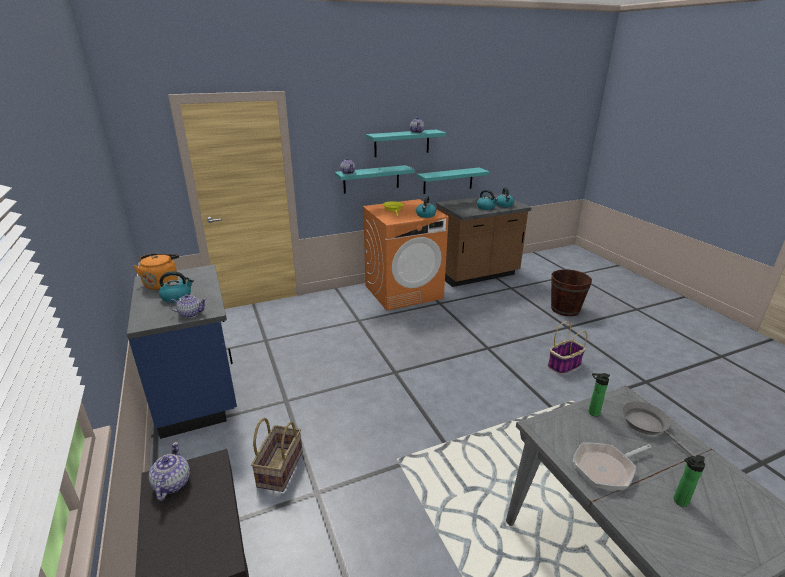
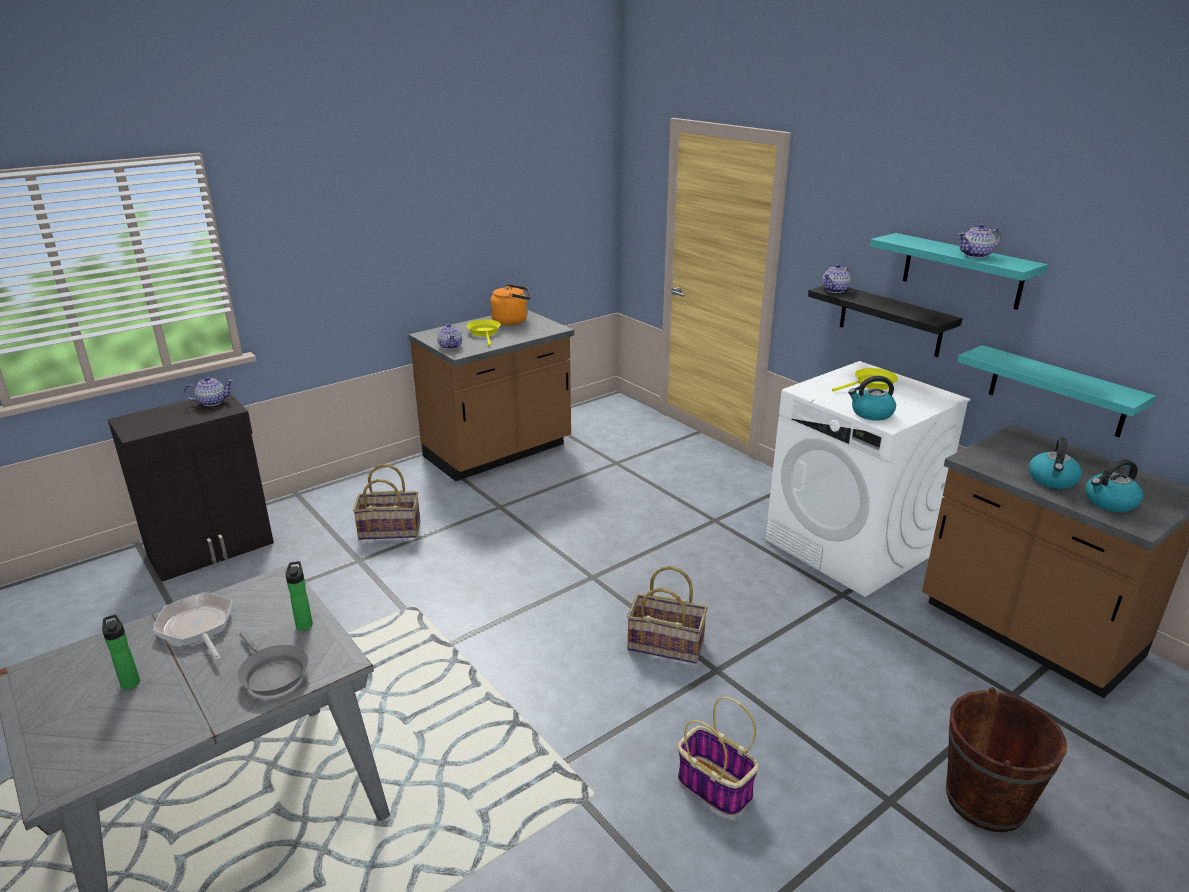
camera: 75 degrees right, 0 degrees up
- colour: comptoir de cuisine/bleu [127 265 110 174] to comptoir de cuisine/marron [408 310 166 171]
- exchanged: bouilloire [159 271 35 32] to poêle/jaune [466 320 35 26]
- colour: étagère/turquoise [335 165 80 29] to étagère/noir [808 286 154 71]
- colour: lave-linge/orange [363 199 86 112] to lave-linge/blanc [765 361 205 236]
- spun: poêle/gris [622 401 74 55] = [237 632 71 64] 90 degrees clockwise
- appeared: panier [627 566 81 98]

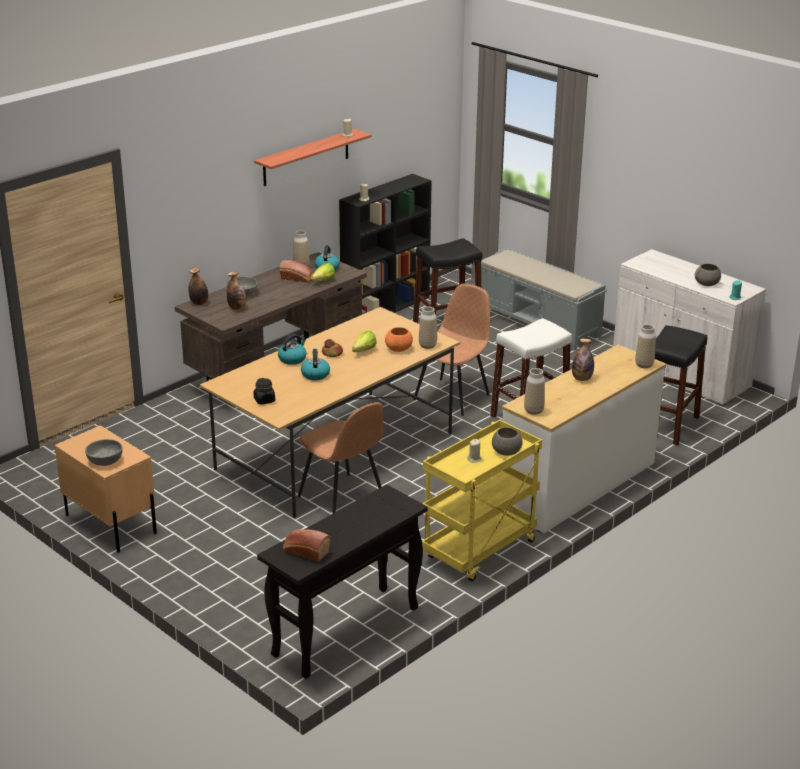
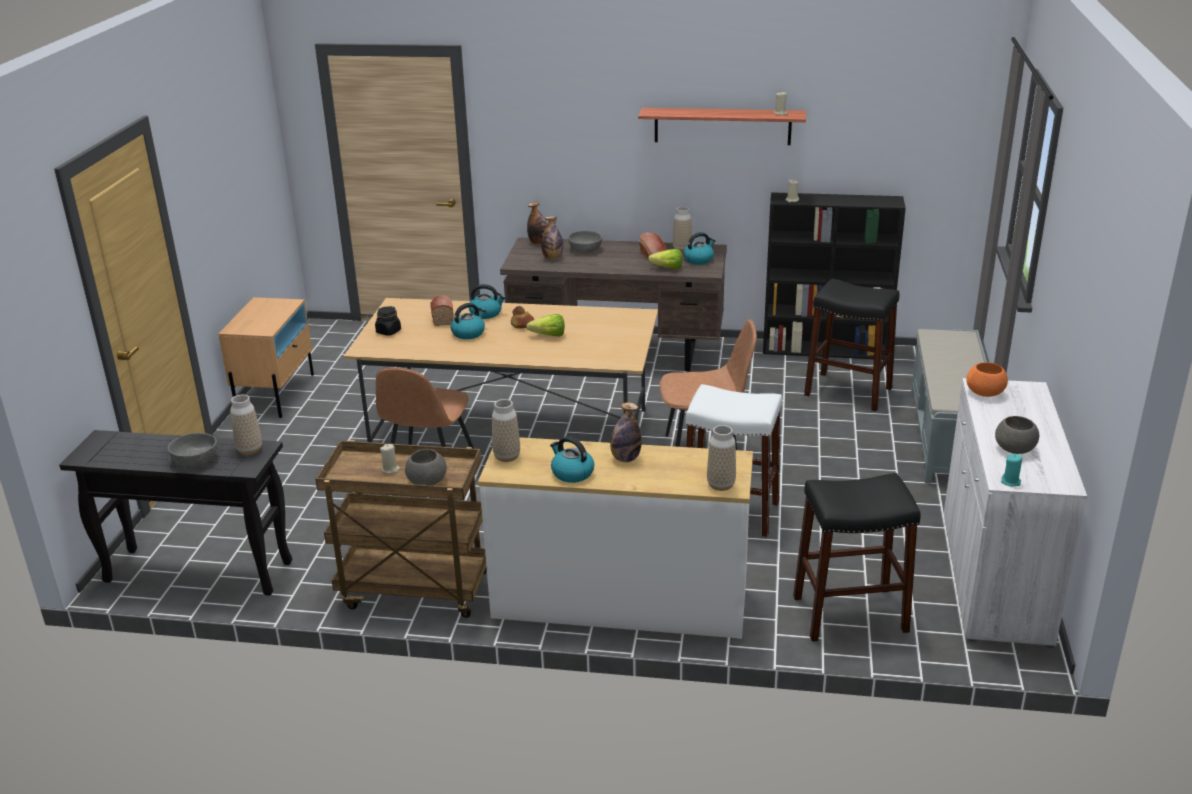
camera: 55 degrees right, 0 degrees up
- relocated: bol/gris [85 439 38 27] to [167 433 50 34]
- relocated: pain [283 529 47 33] to [430 295 24 31]
- relocated: bol/orange [385 327 28 25] to [966 362 42 35]
- relocated: vase [419 306 18 43] to [230 394 32 61]
- colour: chariot/jaune [422 420 120 161] to chariot/marron [315 440 172 178]
- appeared: bouilloire [550 436 44 47]

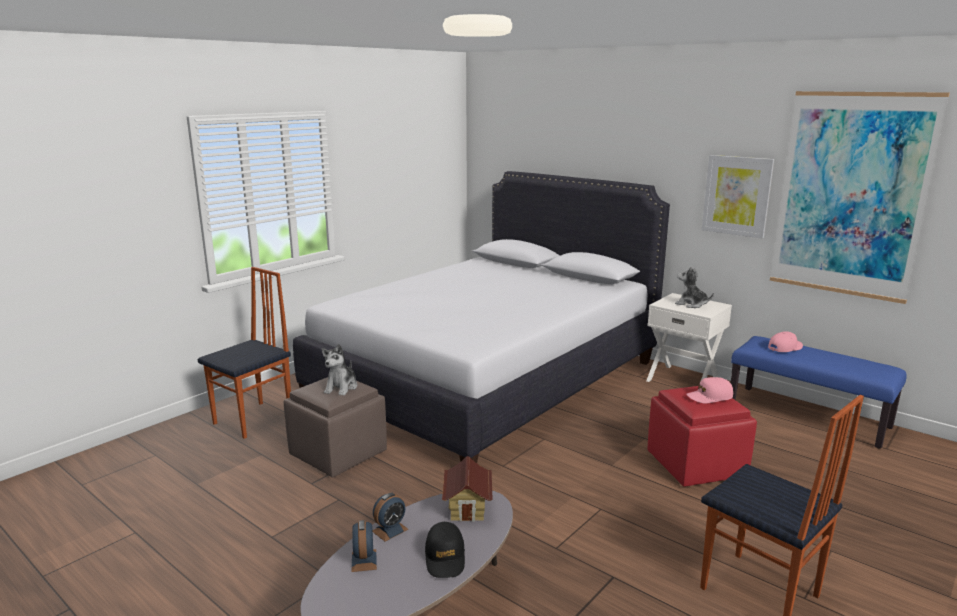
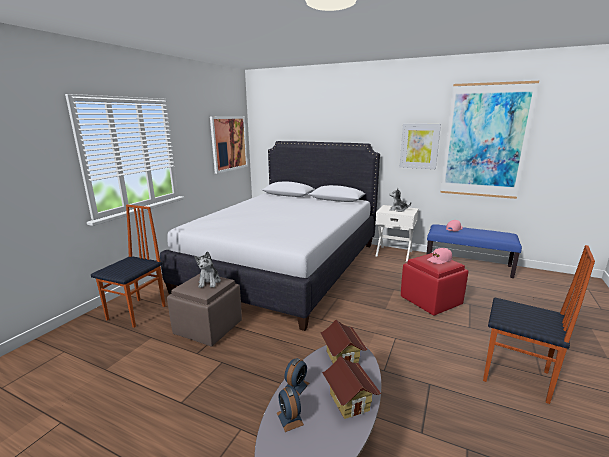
camera: 15 degrees left, 0 degrees up
- exchanged: casquette/noir [425 522 40 56] to maison miniature [322 356 59 63]
- appeared: tableau [210 116 38 58]

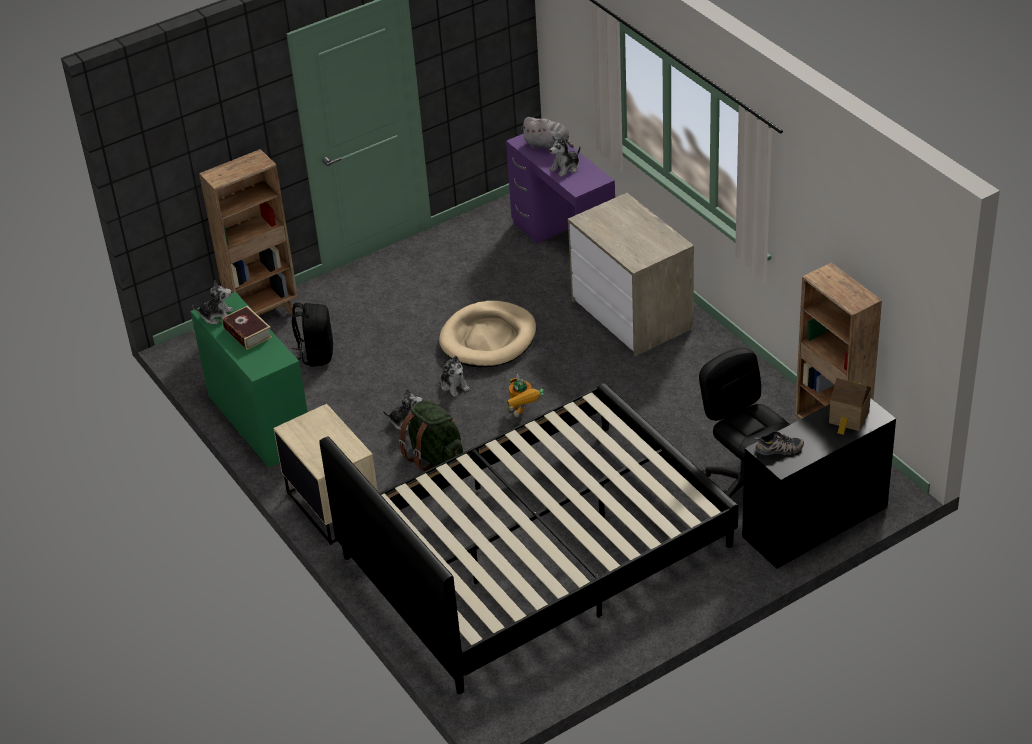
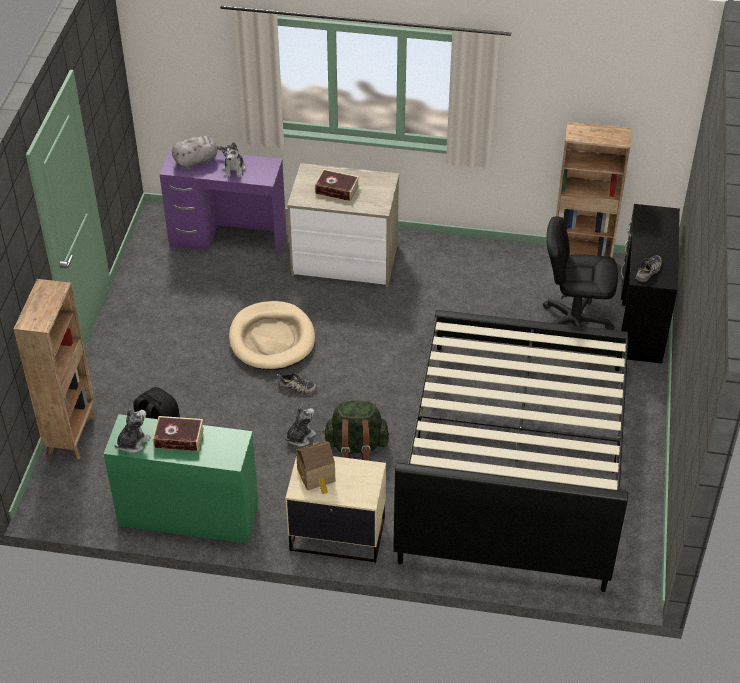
camera: 50 degrees left, 5 degrees up
- exchanged: peluche [441 355 29 42] to chaussure [276 373 41 22]
- missing: robot jouet [507 374 37 43]
- relocated: maison miniature [829 378 42 57] to [296 441 39 53]
- appeared: livre [315 169 44 32]

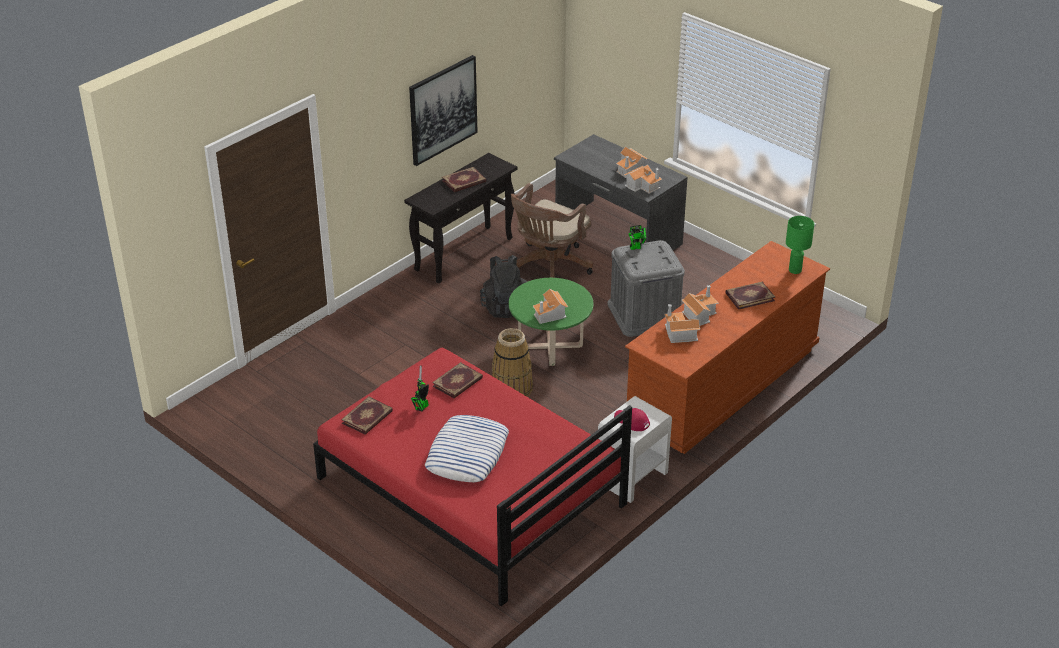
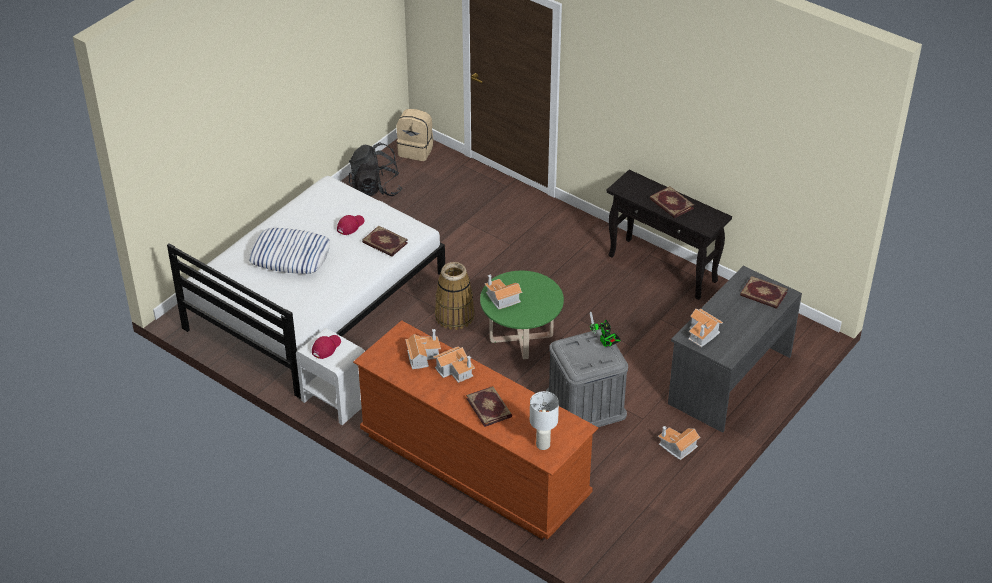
camera: 85 degrees right, 5 degrees up
- colour: lit/rouge [313 348 319 258] to lit/blanc [167 176 278 222]
- relocated: livre [341 396 52 39] to [740 276 48 33]
- missing: tableau [409 55 69 111]
- exchanged: robot jouet [411 365 18 46] to casquette/rouge [337 215 28 20]
- relocated: sac à dos/noir [480 255 47 63] to [349 142 53 54]
- missing: chaise de bureau/marron [511 183 82 95]
- relocated: maison miniature [616 146 32 32] to [658 426 43 34]
- colour: lampe de table/vert [786 216 28 58] to lampe de table/blanc [530 391 29 59]
- appeared: sac à dos/beige [396 109 37 52]

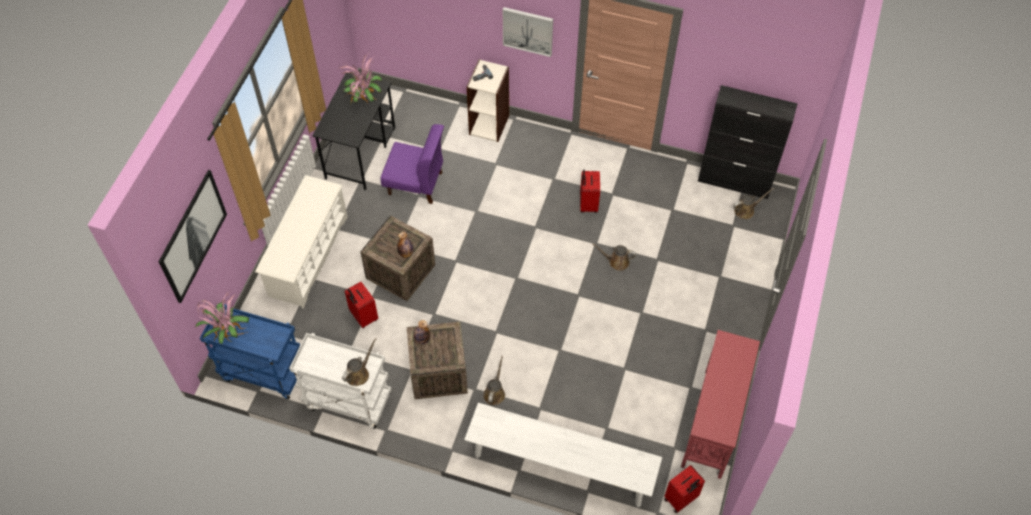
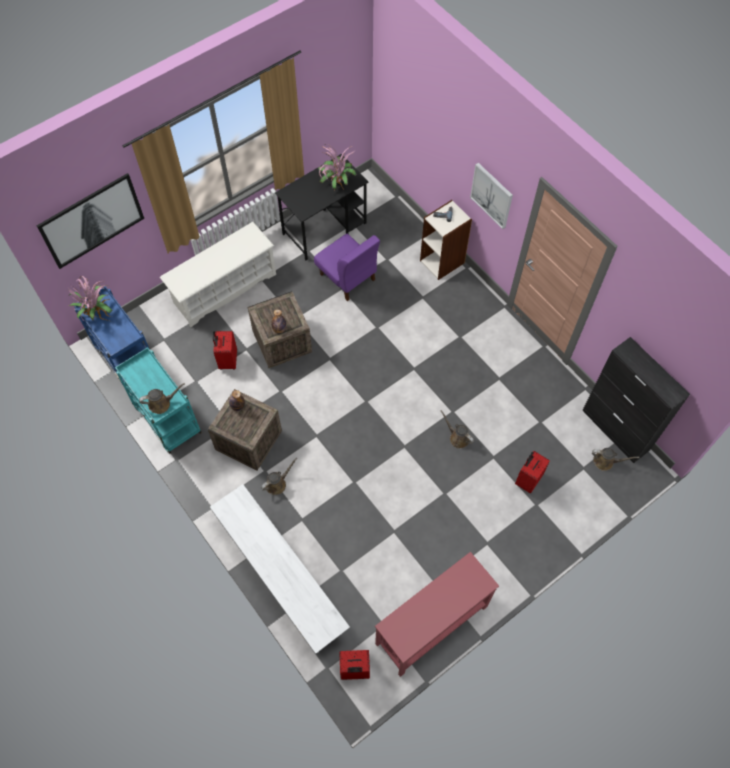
camera: 35 degrees right, 5 degrees up
- colour: chariot/blanc [289 333 102 96] to chariot/turquoise [115 347 87 107]
- relocated: valise/rouge [580 170 20 43] to [515 451 35 43]

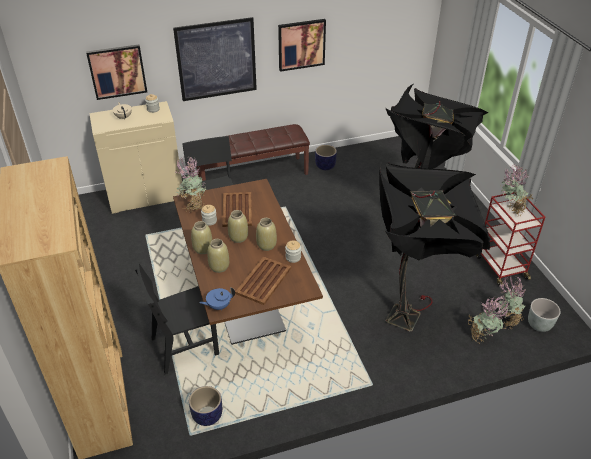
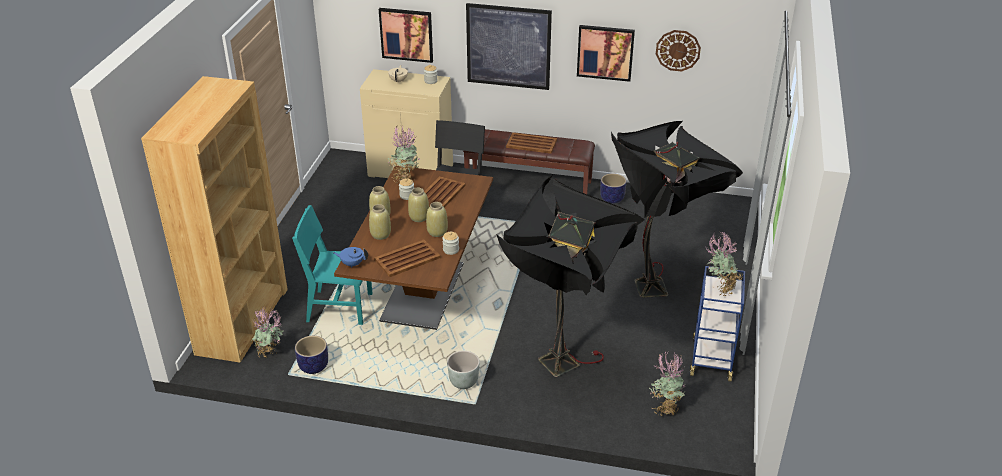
camera: 30 degrees right, 5 degrees down
- colour: chaise/noir [134 263 85 111] to chaise/turquoise [292 205 81 120]
- relocated: plante en pot [468 296 40 48] to [251 307 32 51]
- colour: chariot/rouge [476 192 69 94] to chariot/bleu [690 266 55 116]
- relocated: cache-pot/gris [528 298 33 34] to [447 351 33 38]
- appeared: plateau/marron [506 132 51 22]
- appeared: horloge murale [656 30 45 41]

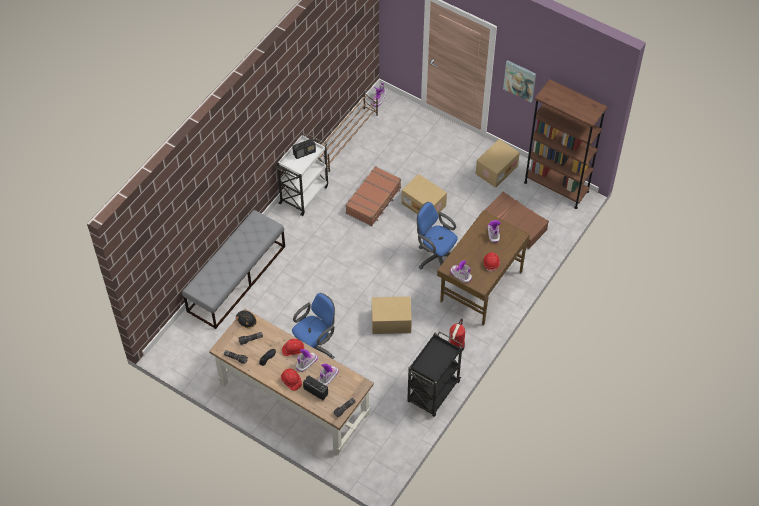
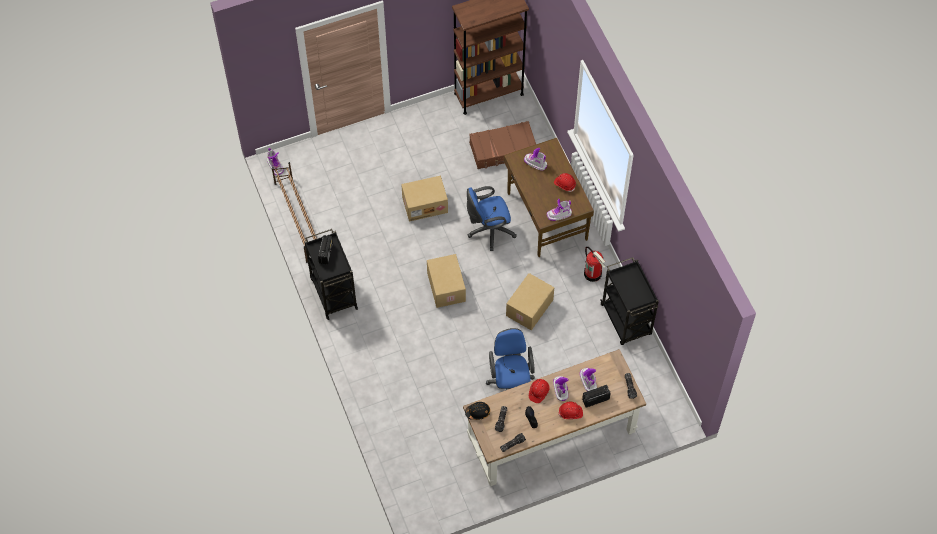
camera: 55 degrees left, 5 degrees up
- missing: banc/gris [182 210 103 119]
- colour: chariot/blanc [276 133 52 83] to chariot/noir [304 229 54 91]
- missing: valise/marron [345 166 56 60]
- relocated: carton [476 139 44 49] to [427 254 39 54]
- missing: tableau [503 60 33 42]

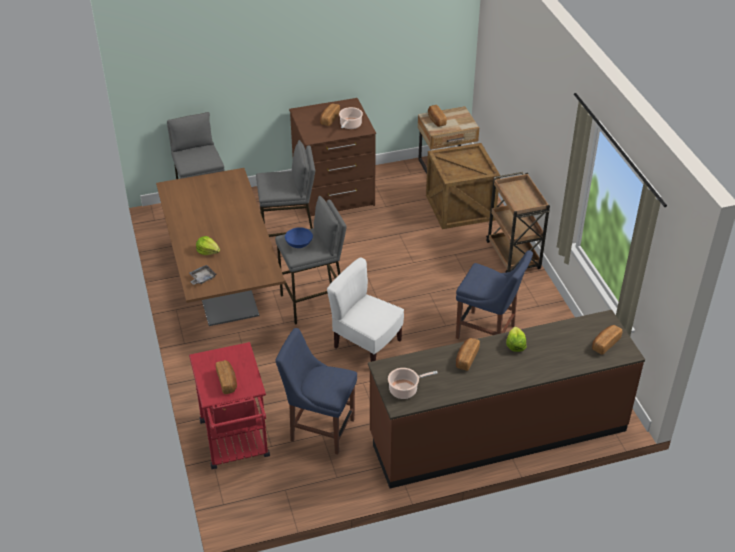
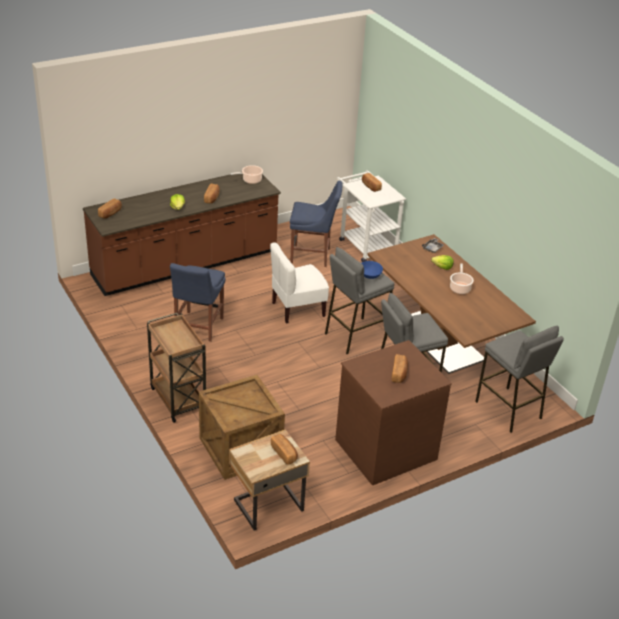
camera: 165 degrees right, 5 degrees down
- colour: chariot/rouge [189 342 81 127] to chariot/blanc [337 170 69 92]
- spun: chaise/blanc [327 258 77 104] = [270 242 59 81] 135 degrees clockwise
- relocated: marmite [339 107 24 22] to [450 263 24 31]
- spun: chaise/bleu [456 250 77 89] = [170 263 56 79] 90 degrees counterclockwise

